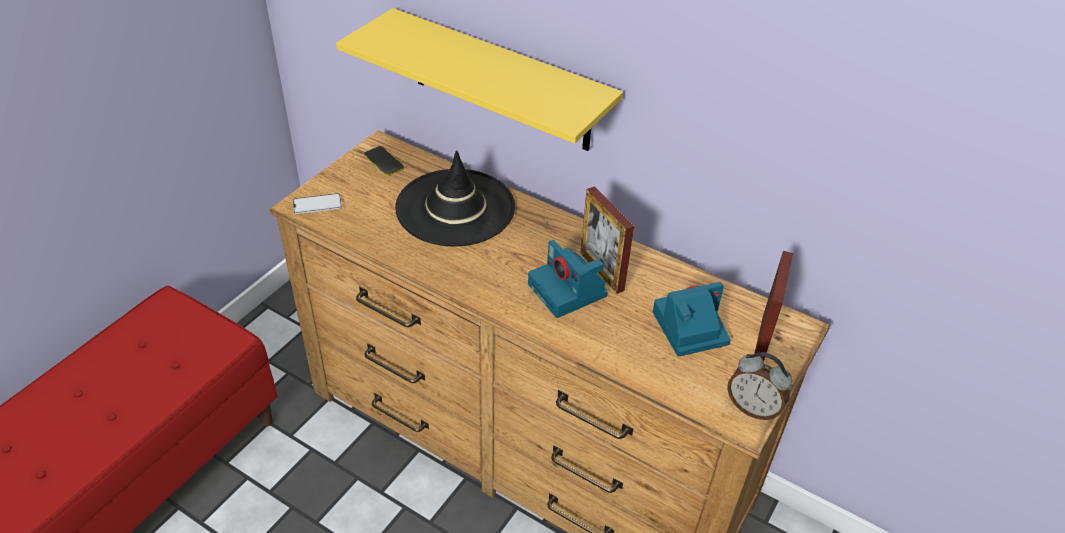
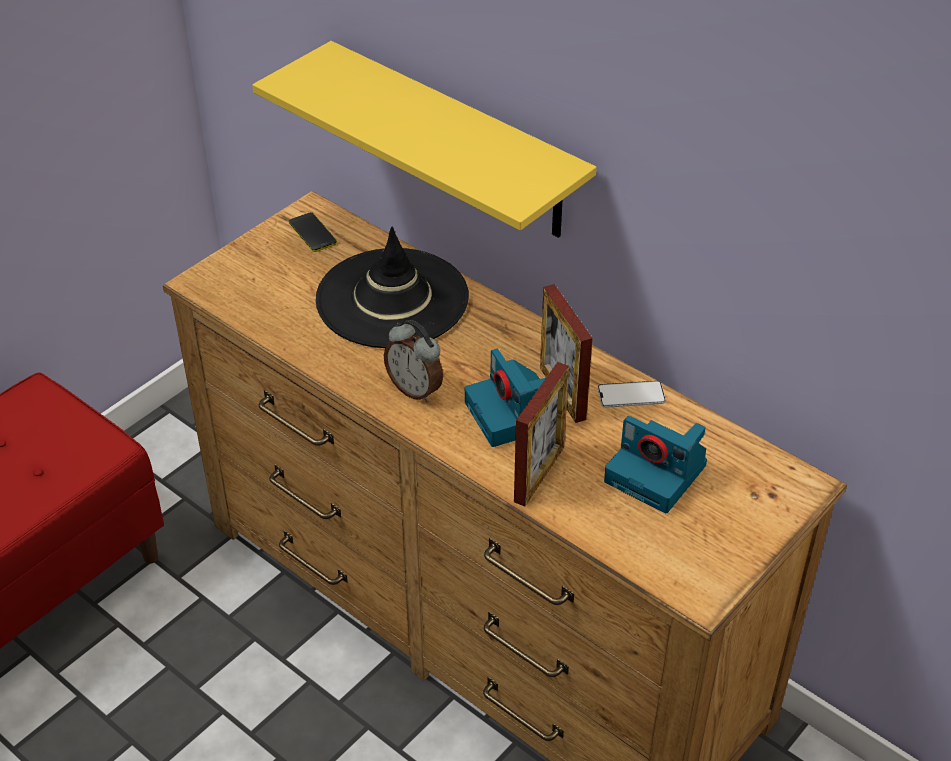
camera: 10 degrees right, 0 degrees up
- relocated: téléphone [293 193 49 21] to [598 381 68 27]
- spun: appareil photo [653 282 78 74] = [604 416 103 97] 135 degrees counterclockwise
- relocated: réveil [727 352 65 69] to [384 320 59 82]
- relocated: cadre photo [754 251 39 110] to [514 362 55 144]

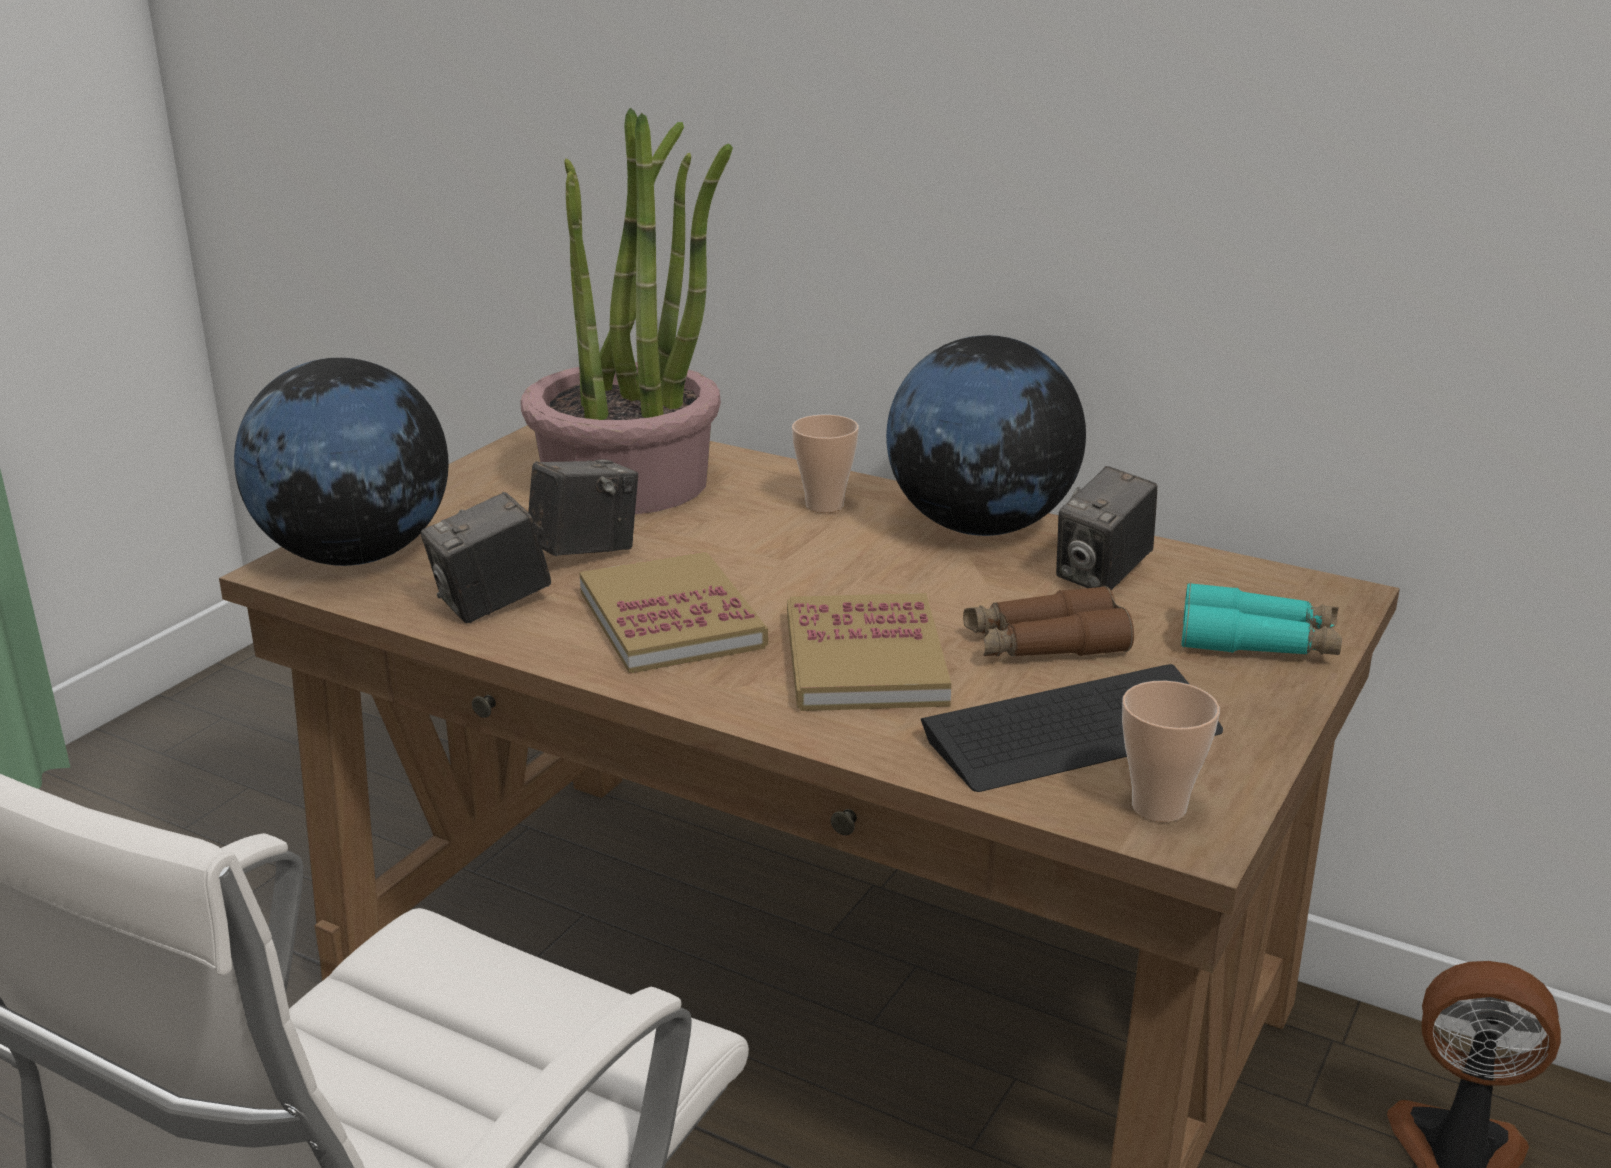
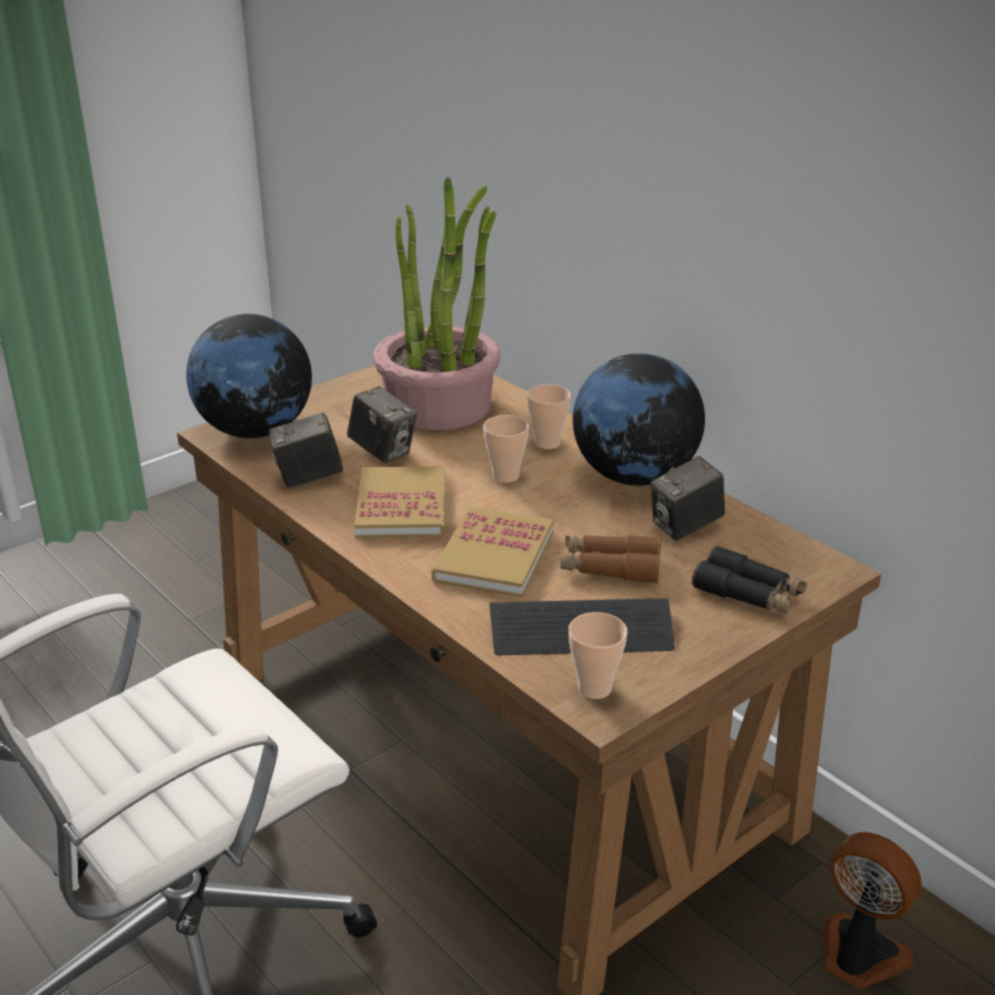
camera: 20 degrees right, 5 degrees up
- spun: appareil photo [528 459 110 97] = [347 386 70 77] 60 degrees clockwise
- colour: jumelles/turquoise [1182 582 160 73] to jumelles/noir [692 545 115 69]
- appeared: tasse [483 415 46 68]

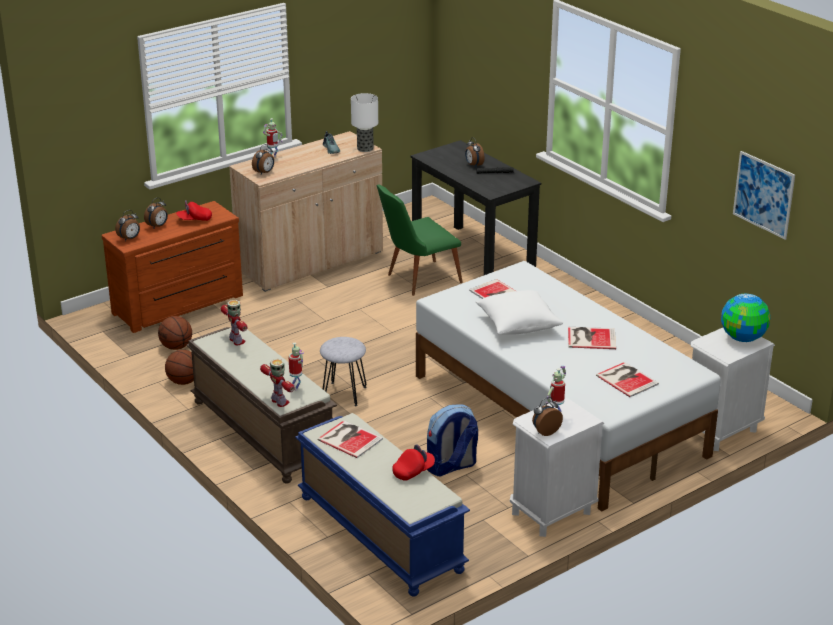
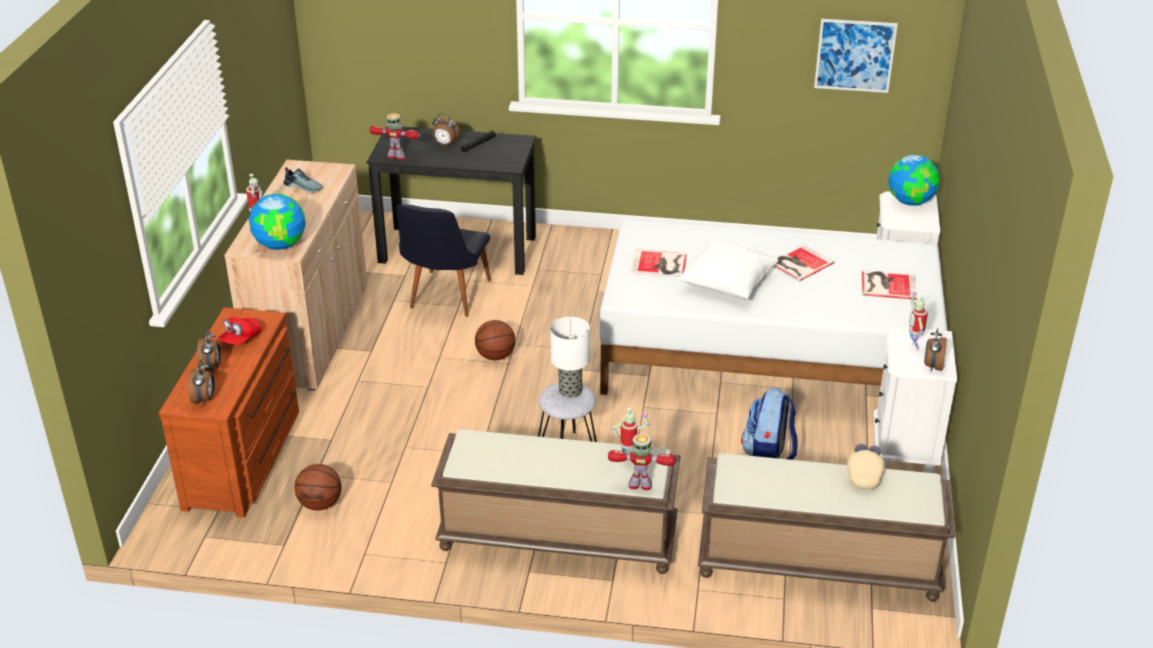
camera: 45 degrees left, 5 degrees up
- relocated: ballon de basket [165 350 29 35] to [475 320 40 40]
- relocated: robot jouet [221 300 26 45] to [369 113 51 47]
- exchanged: réveil [252 144 22 31] to globe [249 194 57 56]
- colour: banc/bleu [295 413 175 184] to banc/marron [698 453 257 149]
- missing: livre [318 420 65 38]
- relocated: lampe de table [351 93 27 59] to [550 317 40 81]
- colour: chaise/vert [377 184 86 112] to chaise/noir [396 204 95 113]
- colour: casquette/rouge [392 444 43 37] to casquette/beige [847 444 38 46]

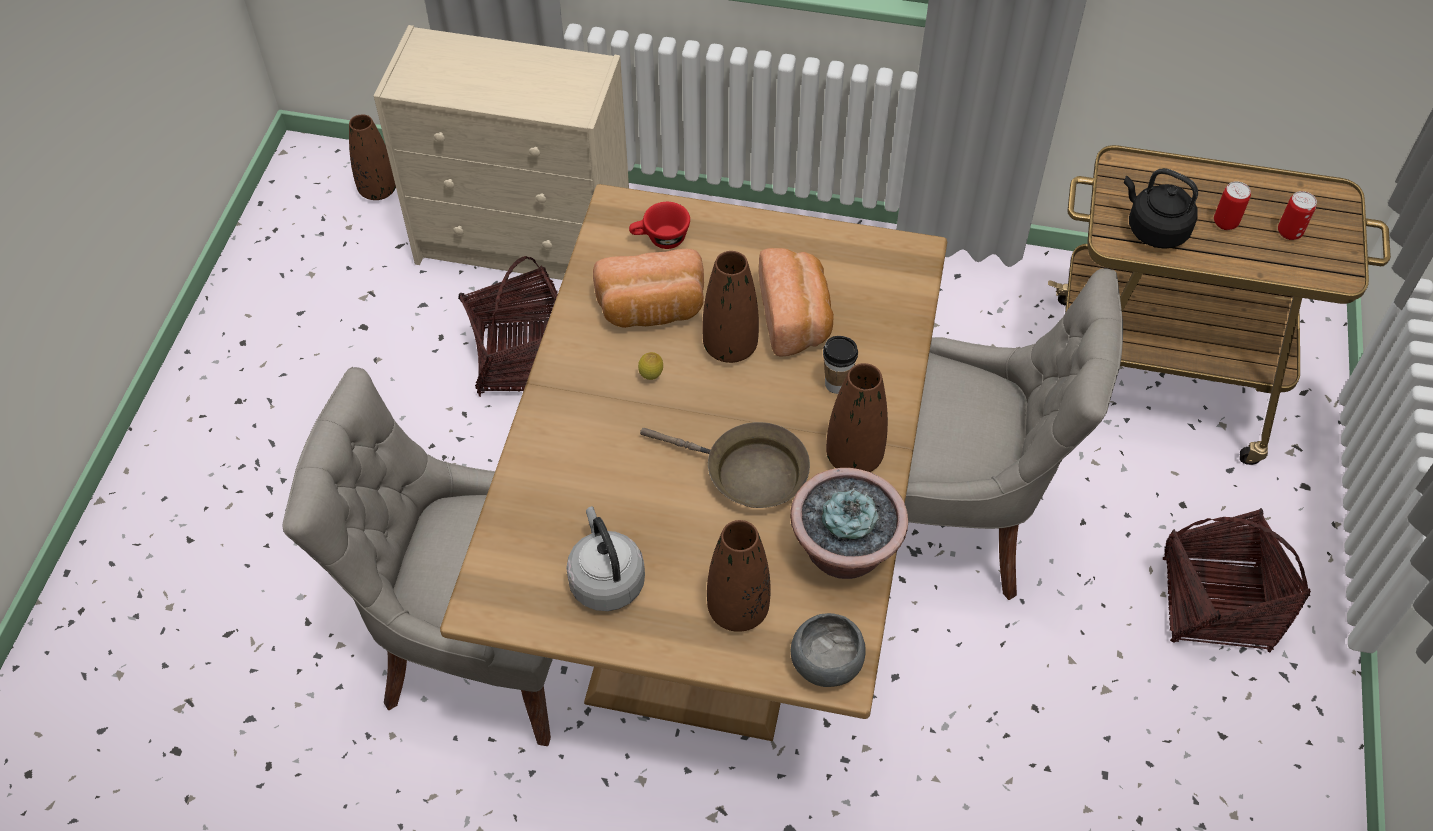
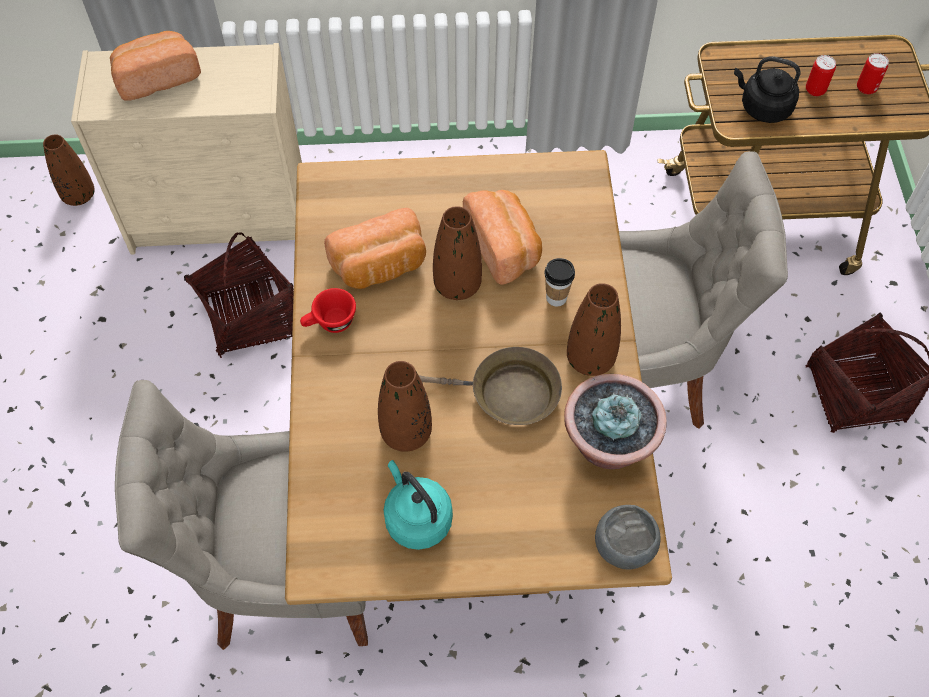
camera: 15 degrees left, 5 degrees up
- colour: bouilloire/gris [566 506 79 105] to bouilloire/turquoise [383 460 70 90]
- relocated: tasse/rouge [629 202 61 47] to [300 288 56 45]
- missing: citron [638 352 25 28]
- relocated: vase/marron [707 520 64 112] to [378 361 54 91]
- appeared: pain [110 31 91 70]

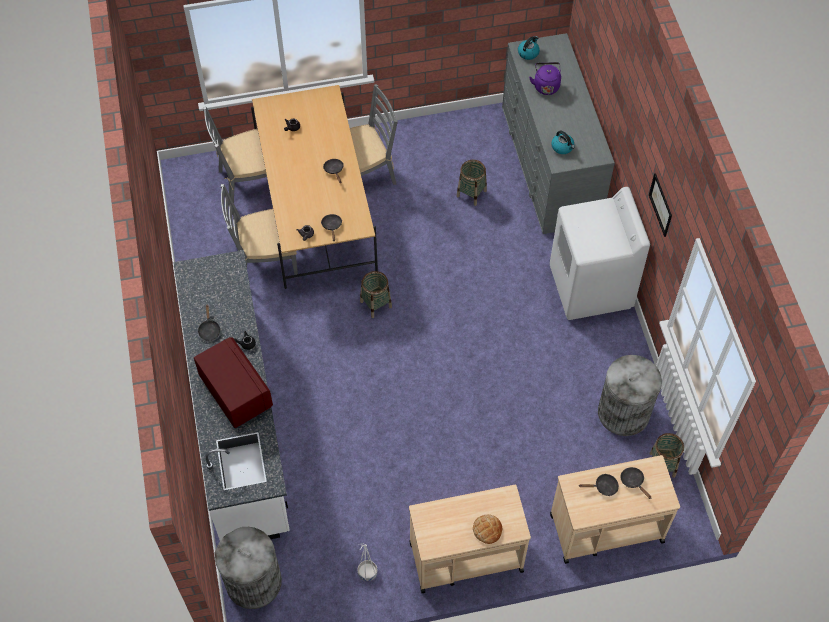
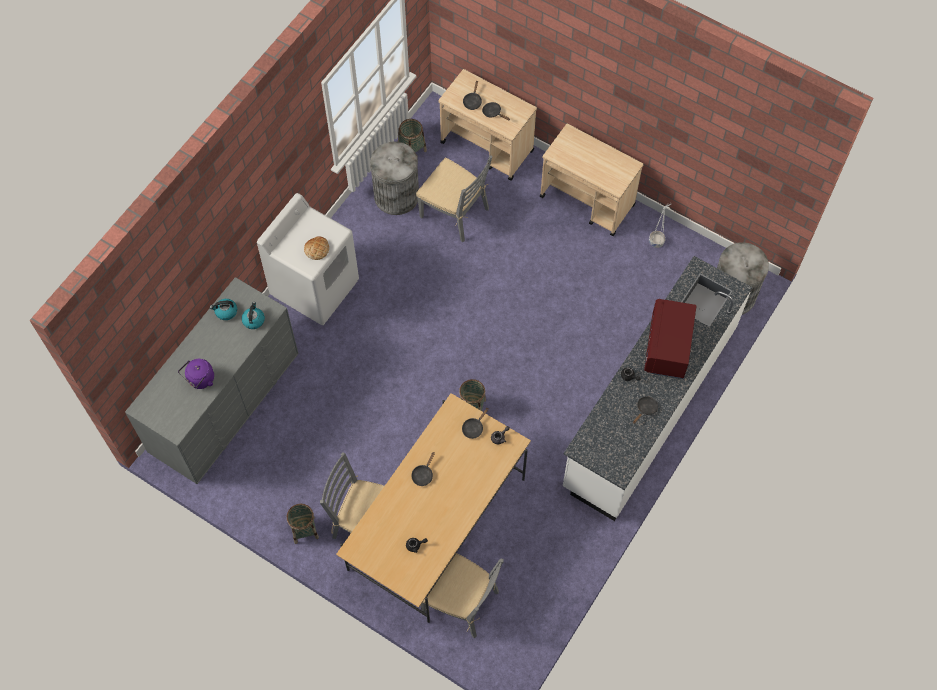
camera: 135 degrees left, 5 degrees up
- relocated: chaise/gris [220 184 78 94] to [416 155 76 87]
- relocated: panier [456 160 31 46] to [287 504 32 40]
- relocated: pain [473 514 29 30] to [304 236 25 24]
- relocated: bouilloire [518 36 22 24] to [210 299 27 21]
- missing: tableau [649 173 23 64]

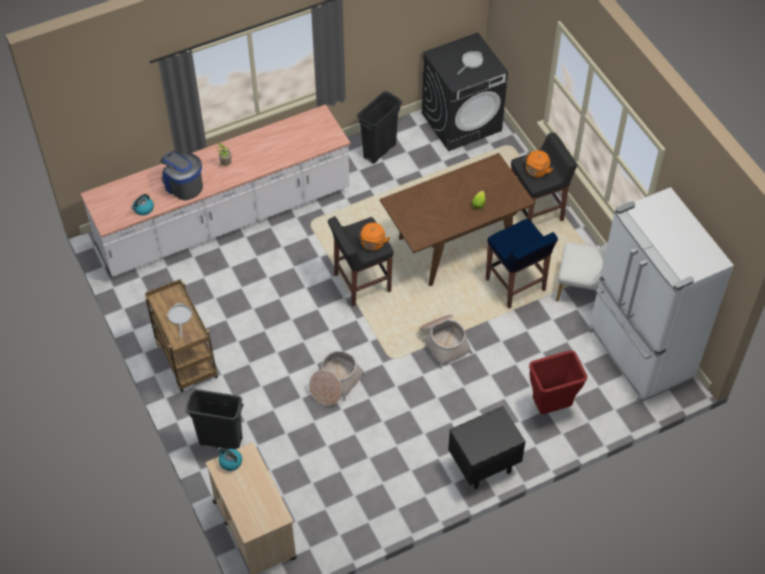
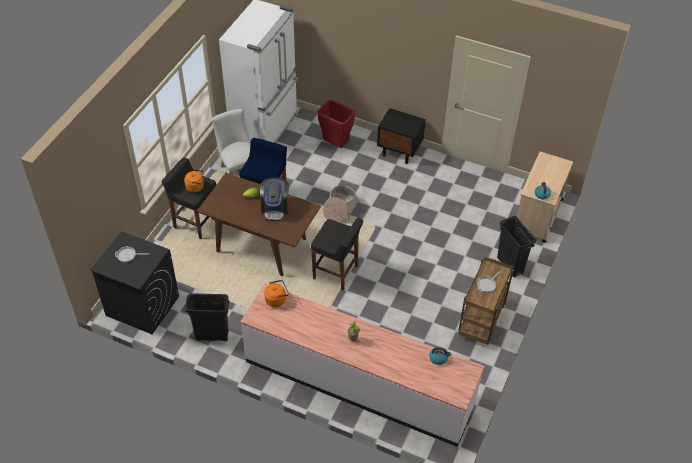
camera: 130 degrees left, 5 degrees down
- relocated: machine à café [160 151 43 49] to [260 178 29 43]
- missing: panier [309 351 57 55]
- relocated: bouilloire/orange [358 223 32 28] to [264 280 25 27]

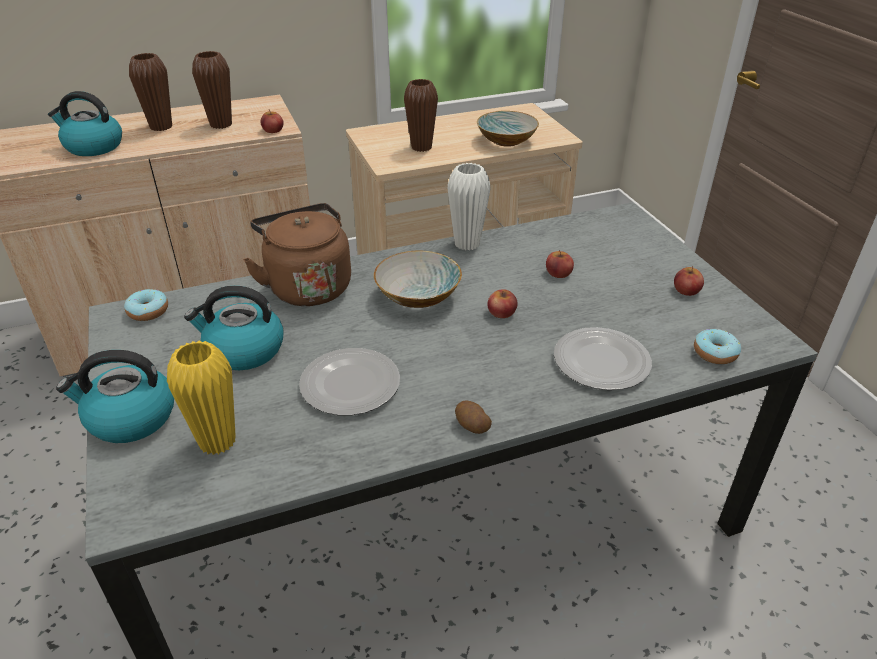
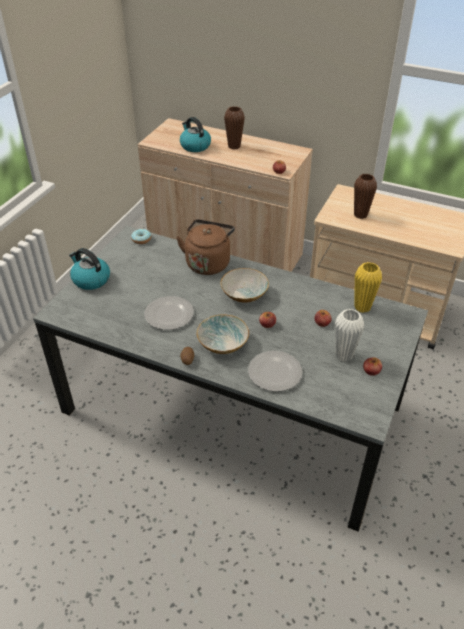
camera: 45 degrees right, 5 degrees up
- relocated: vase/jaune [167 340 69 115] to [355 262 27 51]
- missing: bouilloire [184 286 99 84]
- missing: vase/marron [192 51 40 78]
- relocated: vase/blanc [447 163 44 88] to [335 309 29 53]
- relocated: bol [477 111 62 36] to [197 315 52 39]
- missing: beignet [694 329 47 35]

